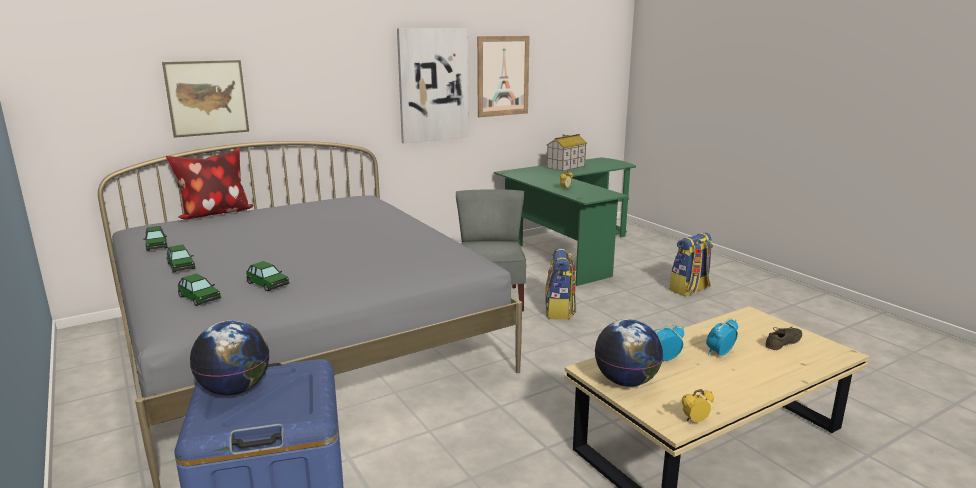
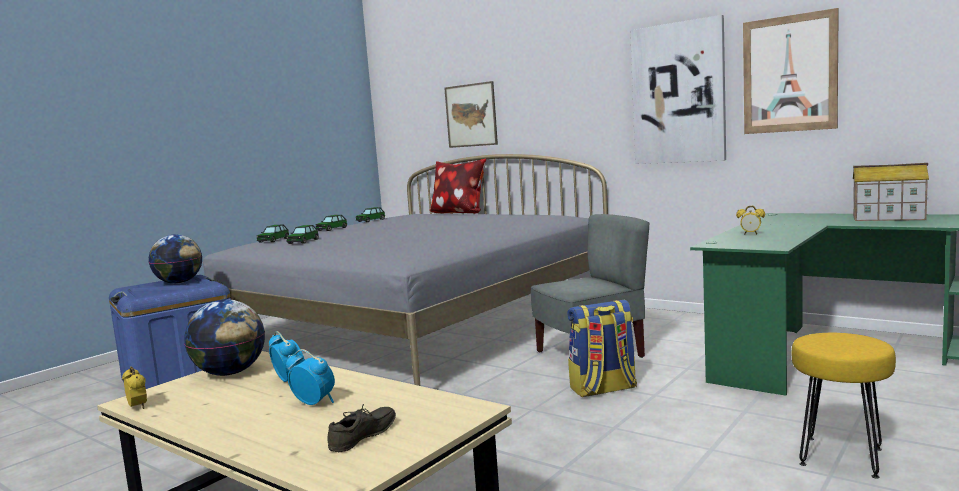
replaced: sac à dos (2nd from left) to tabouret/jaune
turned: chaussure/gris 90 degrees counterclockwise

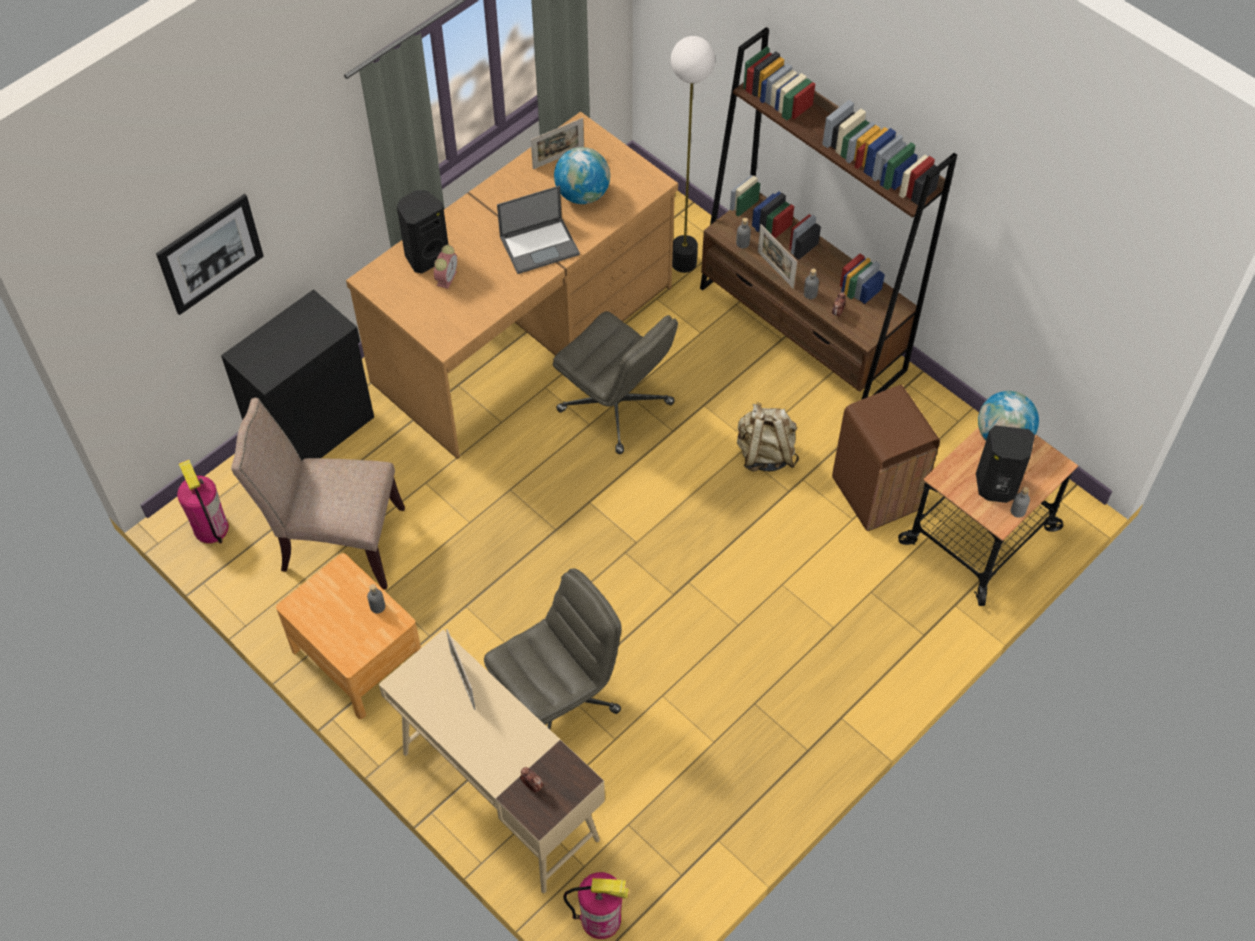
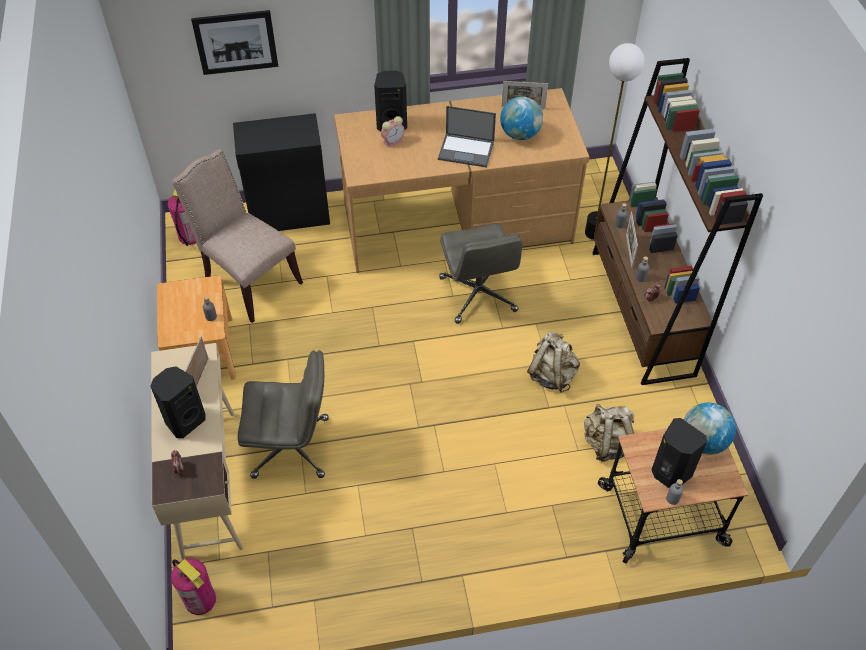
added: enceinte/noir (1st from left)
replaced: poubelle/marron to sac à dos/beige (2nd from left)

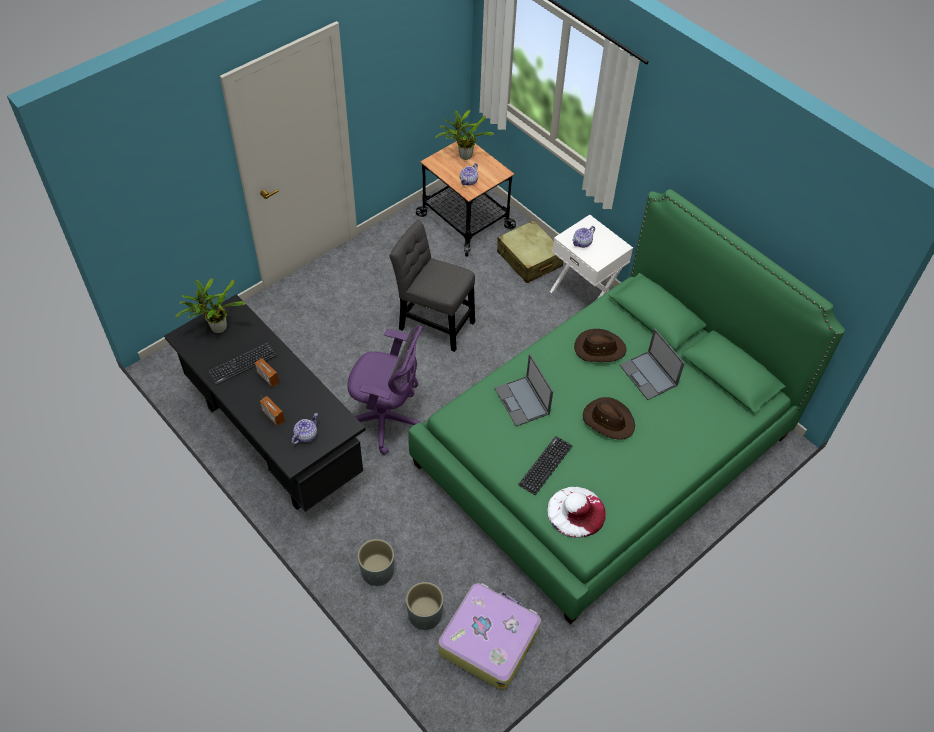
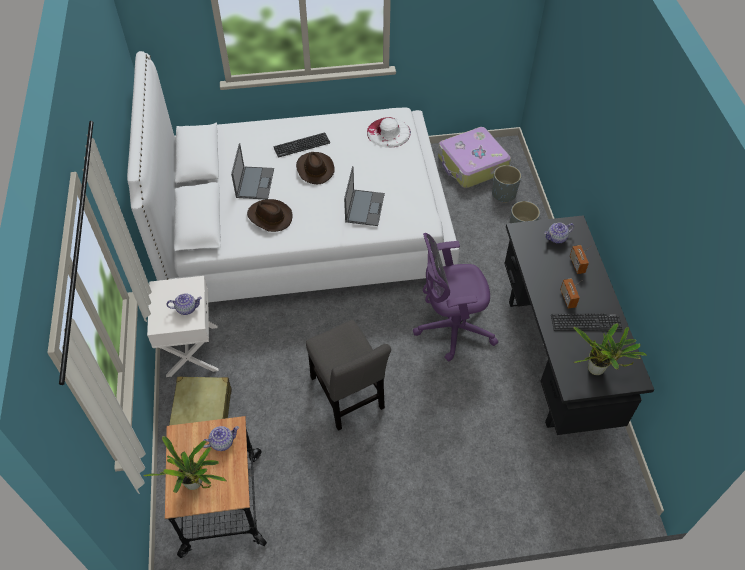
moved: clavier (2nd from left in the first image) to clavier (1st from left)
recoloured: lit/vert to lit/blanc
turned: chaise de bureau/violet 60 degrees counterclockwise

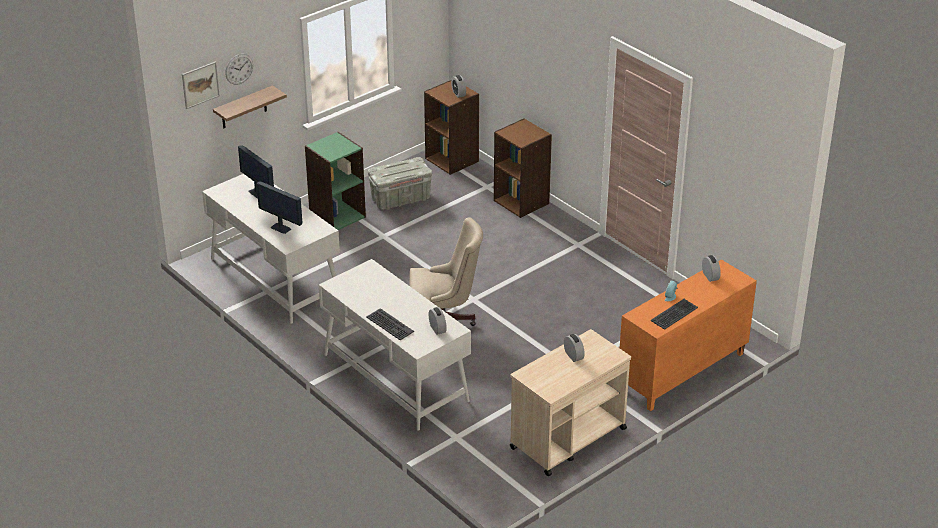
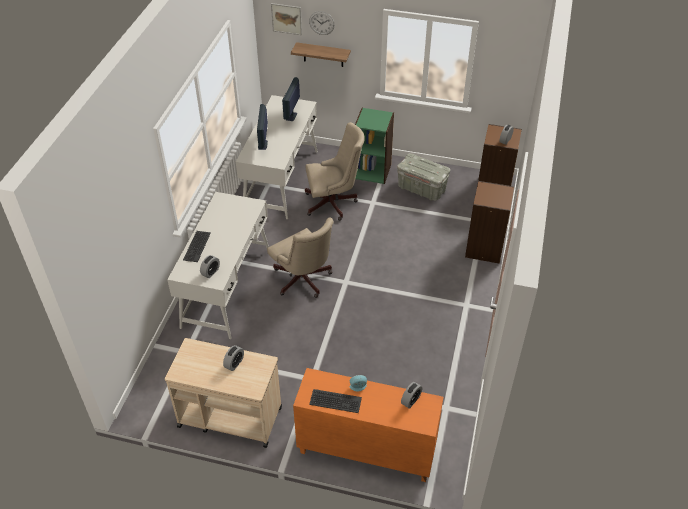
added: chaise de bureau/beige (2nd from left)

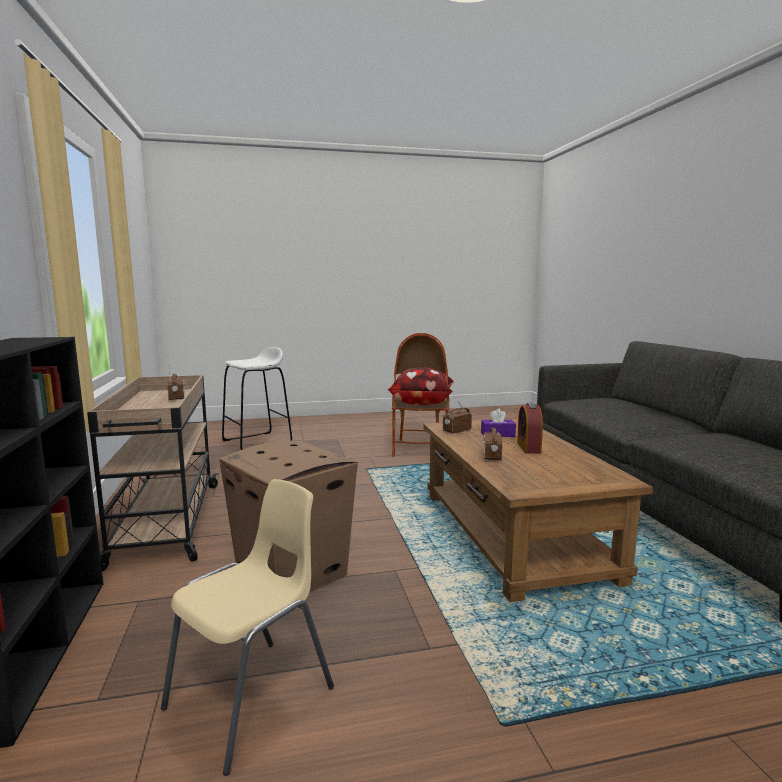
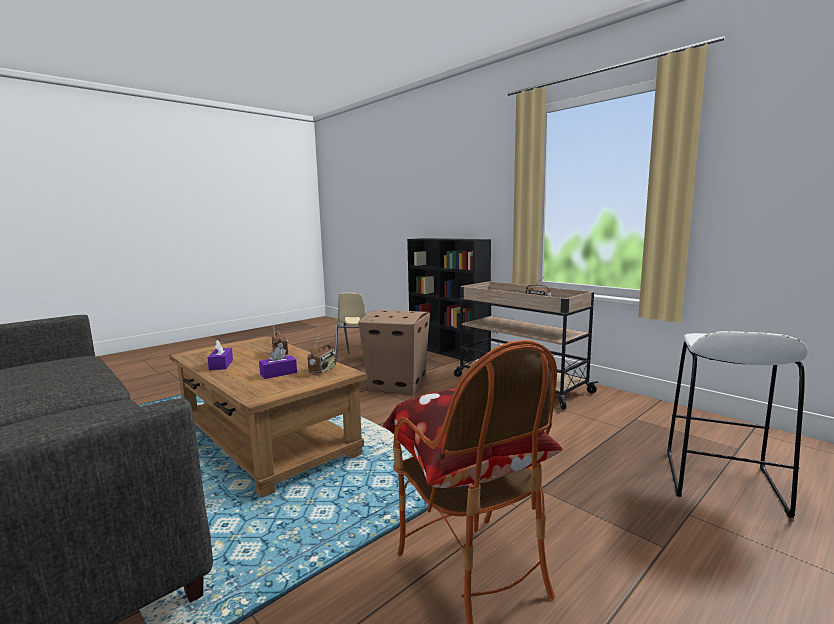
removed: réveil
added: boîte à mouchoirs/violet (1st from left)

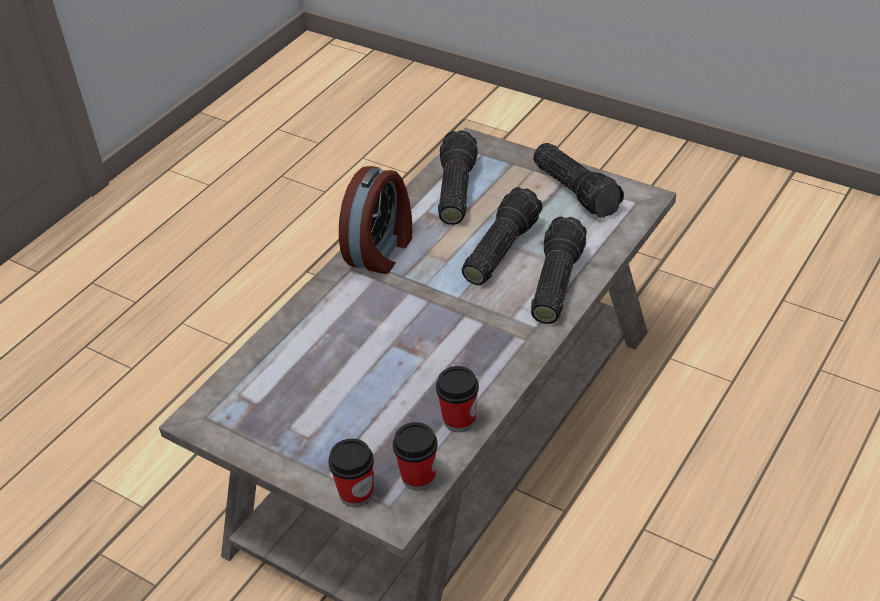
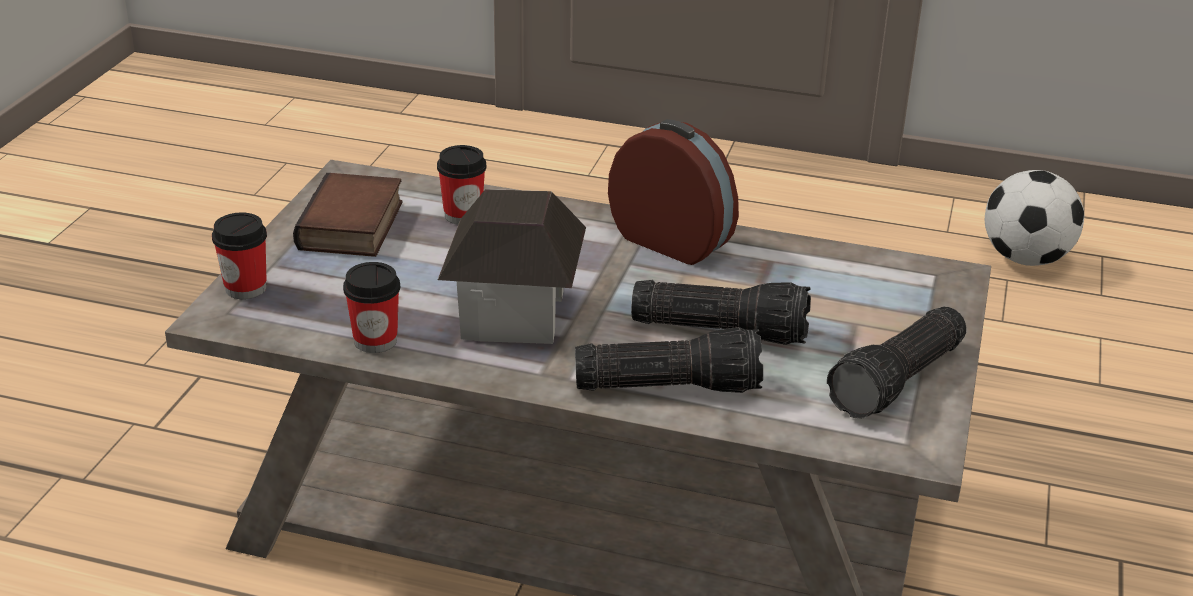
removed: lampe de poche (1st from left)
added: ballon de foot; livre; maison miniature
moved: tasse (2nd from left in the first image) to tasse (3rd from left)
turned: réveil 150 degrees counterclockwise

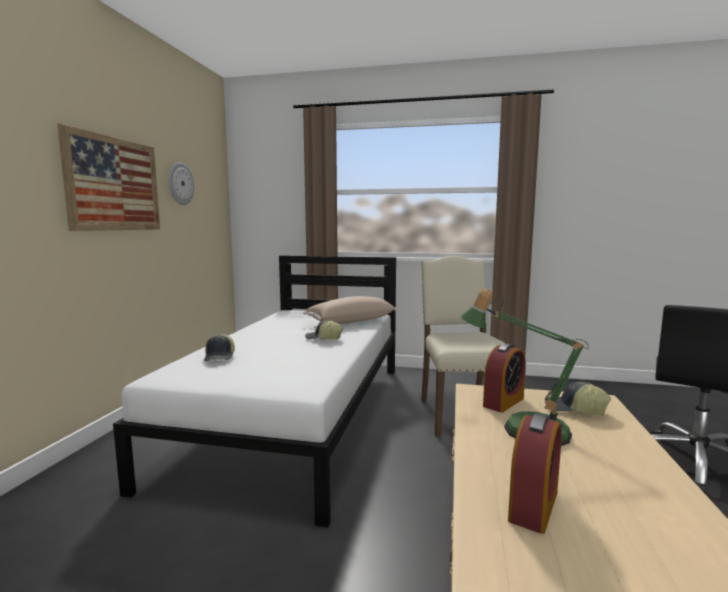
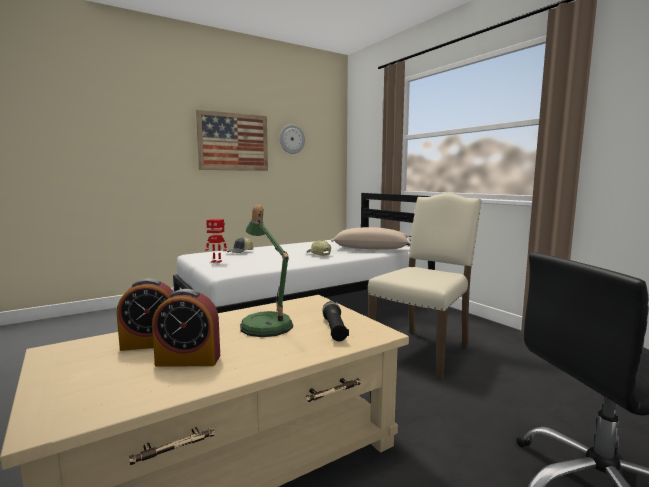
added: robot jouet
moved: réveil (1st from left in the first image) to réveil (2nd from left)
replaced: casquette (3rd from left) to lampe de poche/noir

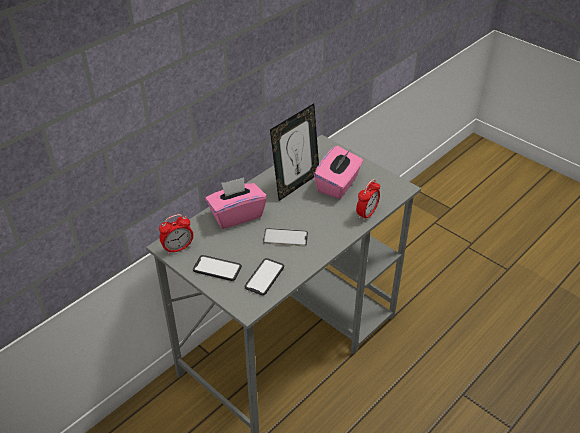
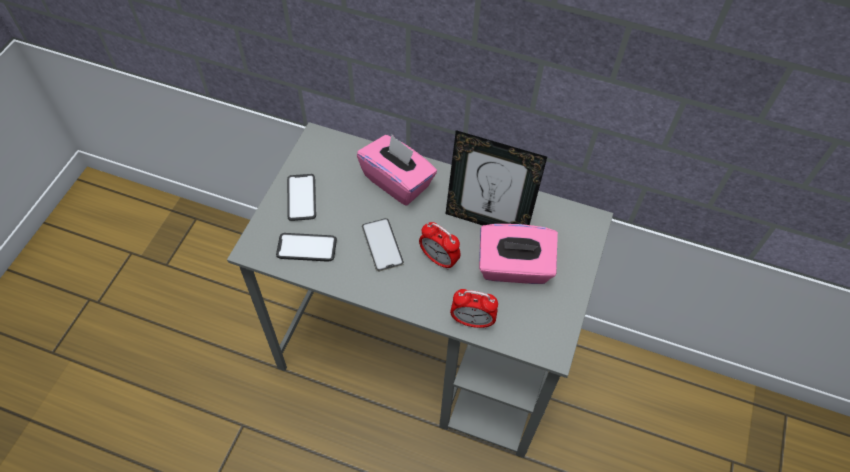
moved: réveil (1st from left)

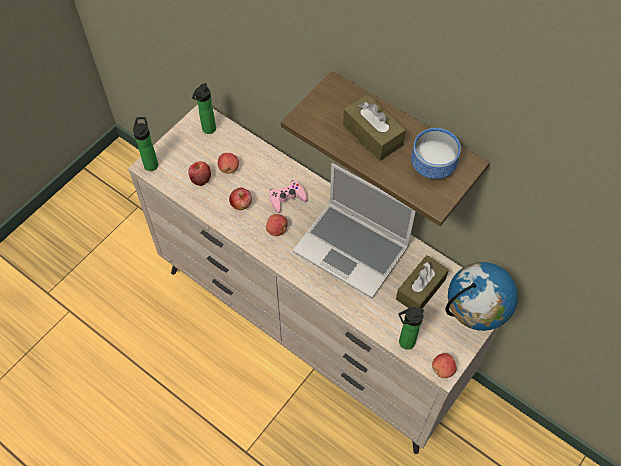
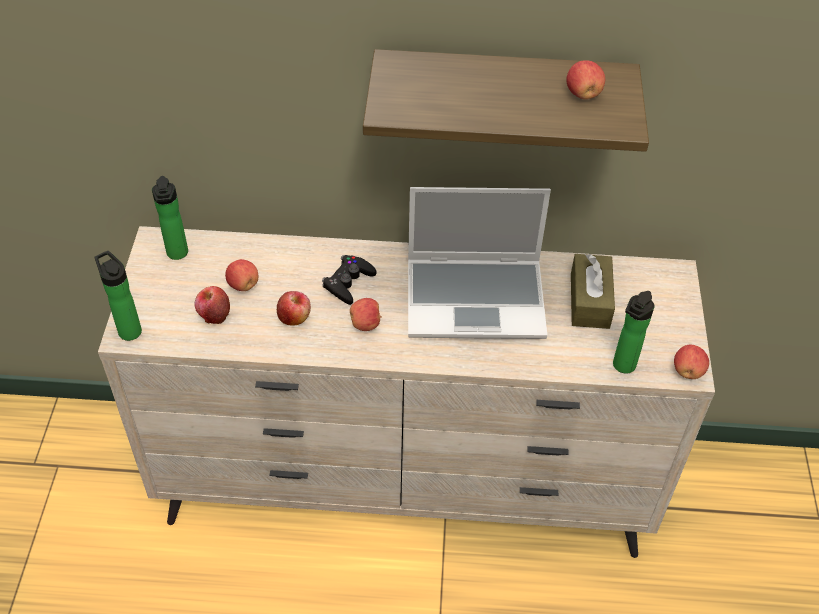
removed: boîte à mouchoirs/marron (1st from left); globe
replaced: bol to pomme (5th from left)
recoloured: manette/rose to manette/noir

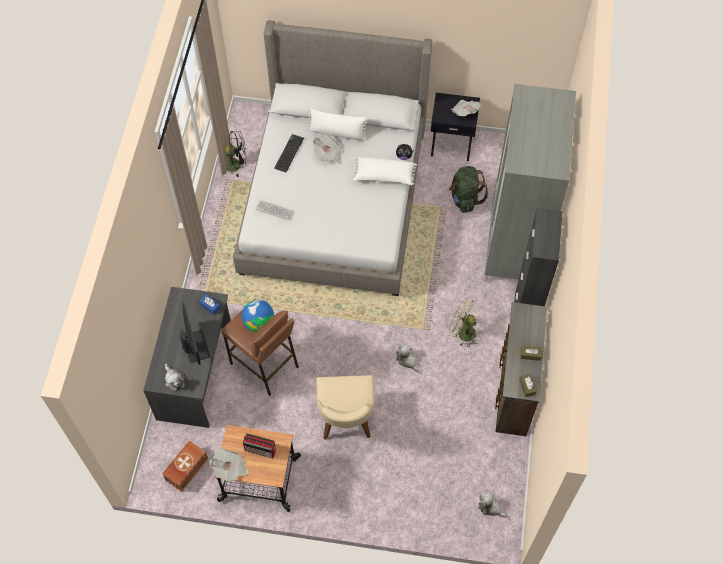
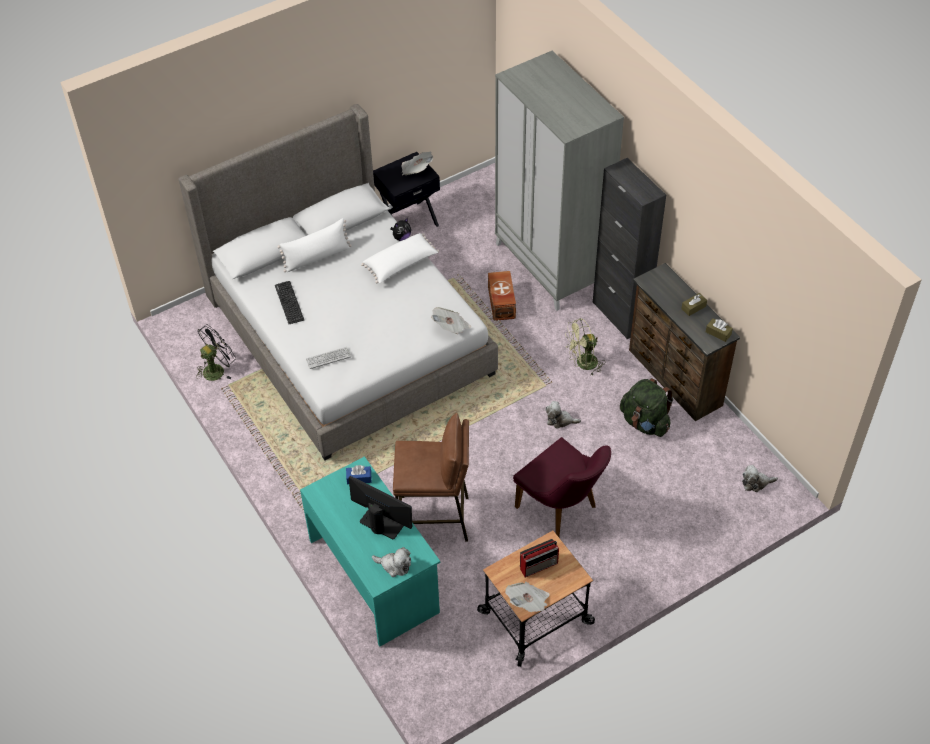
removed: globe
moved: journal (2nd from left); sac à dos/vert; boîte de rangement/marron
recoloured: bureau/gris to bureau/turquoise; chaise/beige to chaise/violet

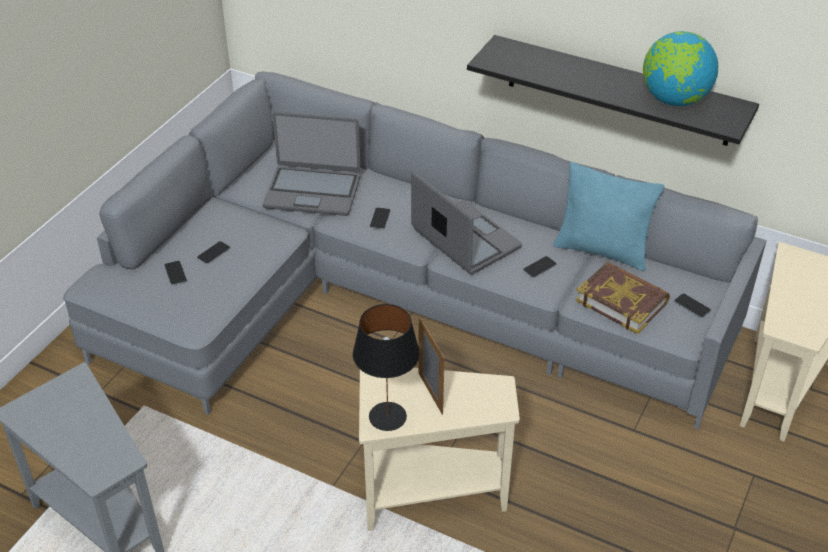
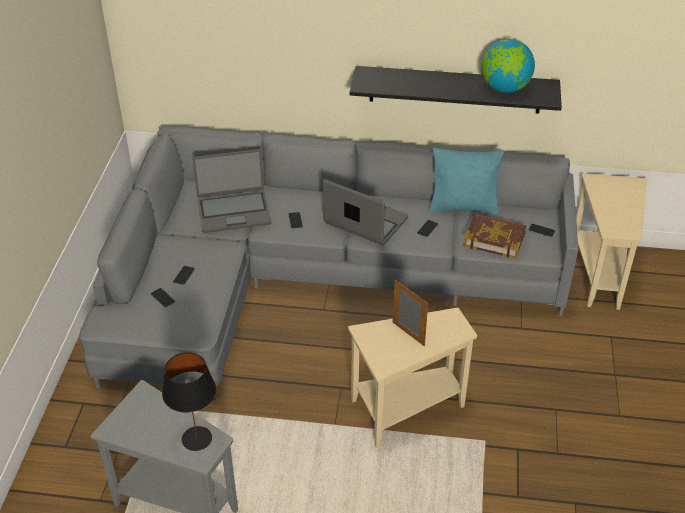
moved: lampe de table/noir

